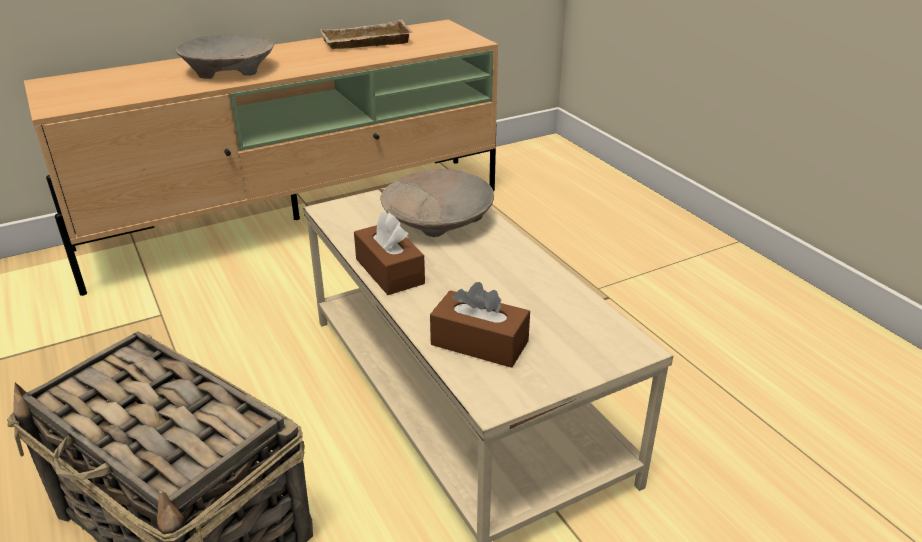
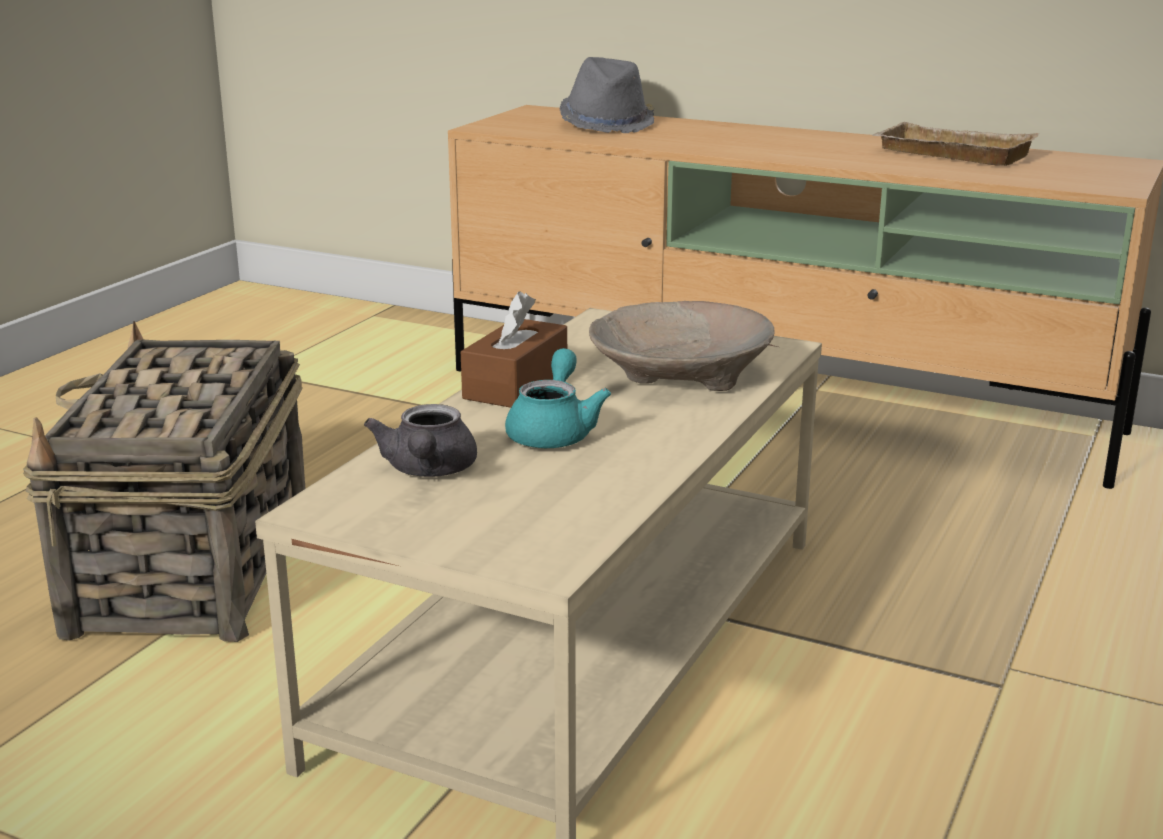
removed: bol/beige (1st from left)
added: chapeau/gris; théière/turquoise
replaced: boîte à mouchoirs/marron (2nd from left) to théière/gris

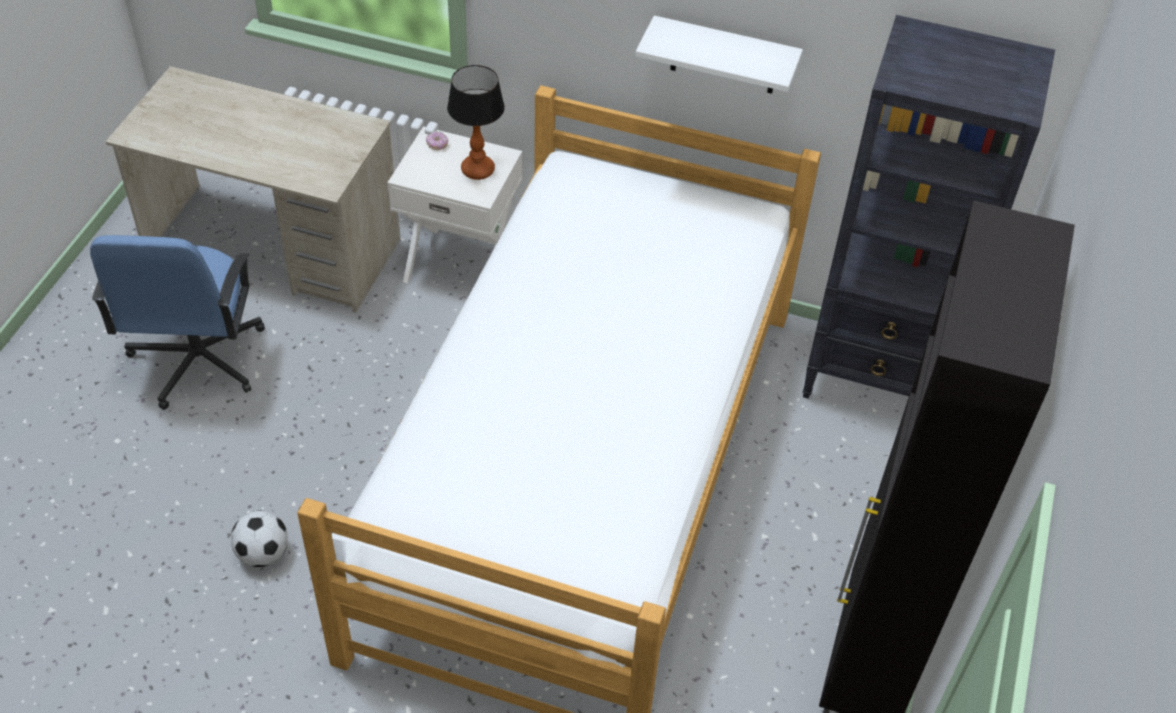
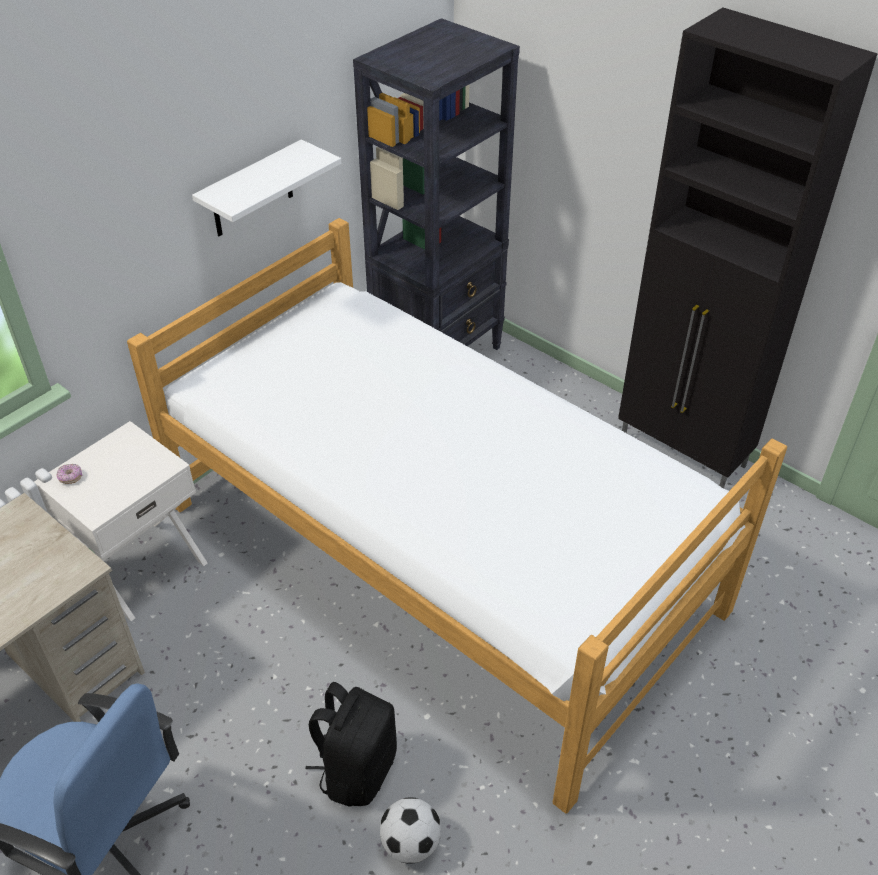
removed: lampe de table
added: sac à dos/noir

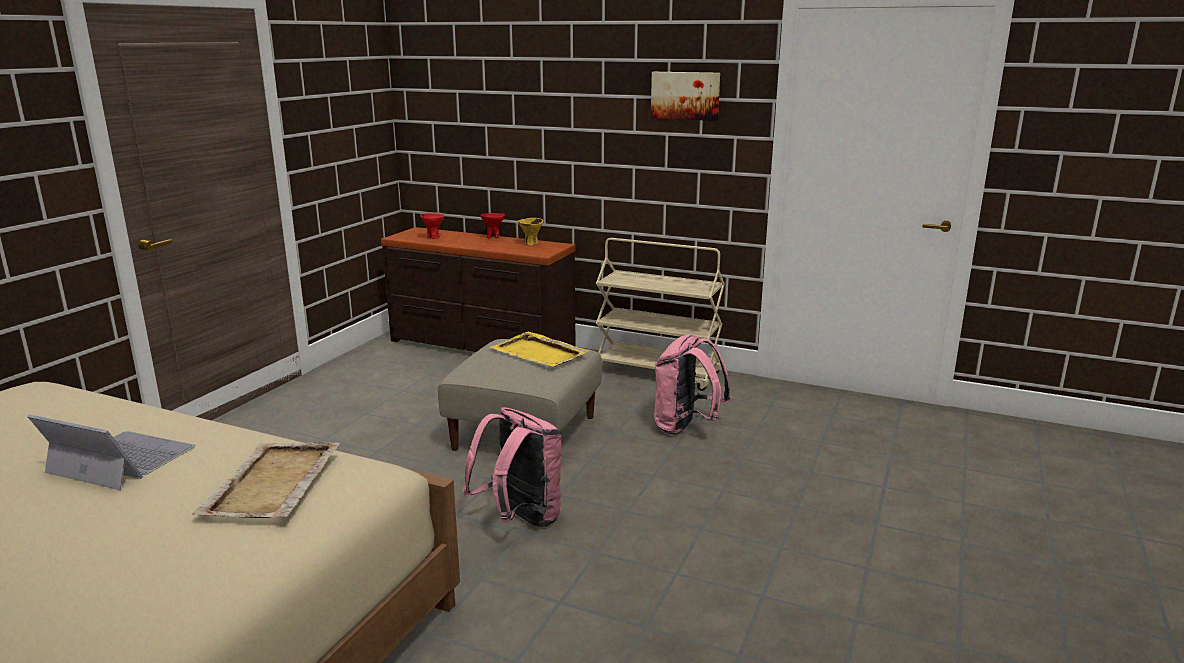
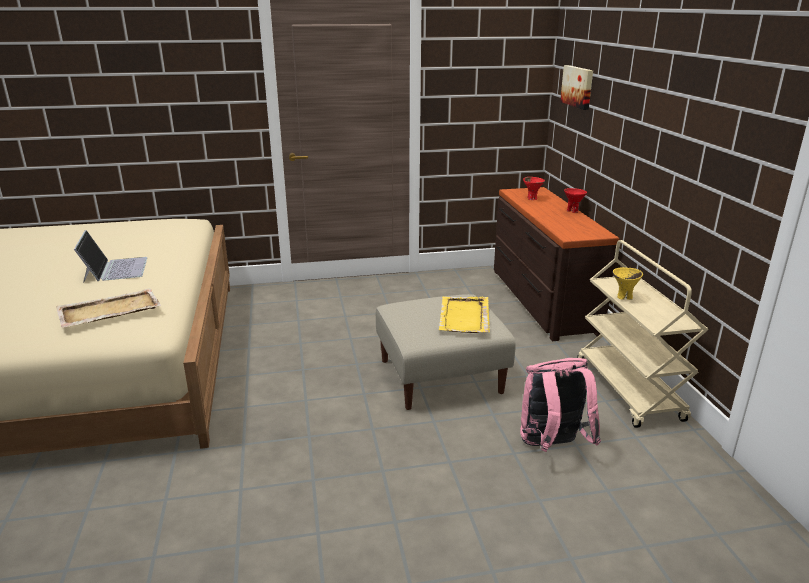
removed: sac à dos/rose (1st from left)
moved: tableau; bol/jaune

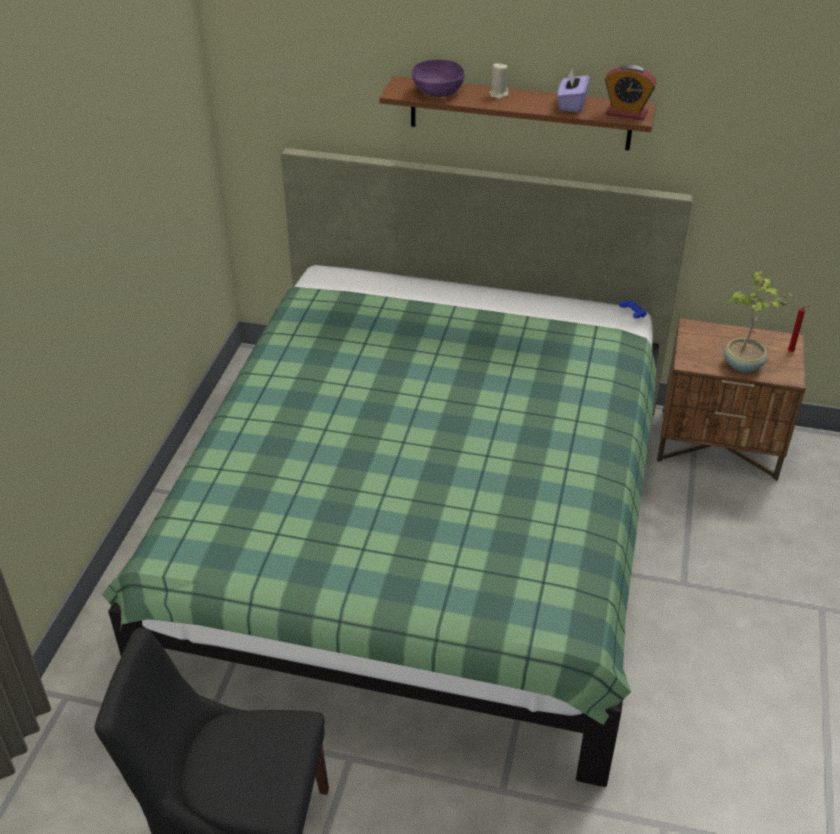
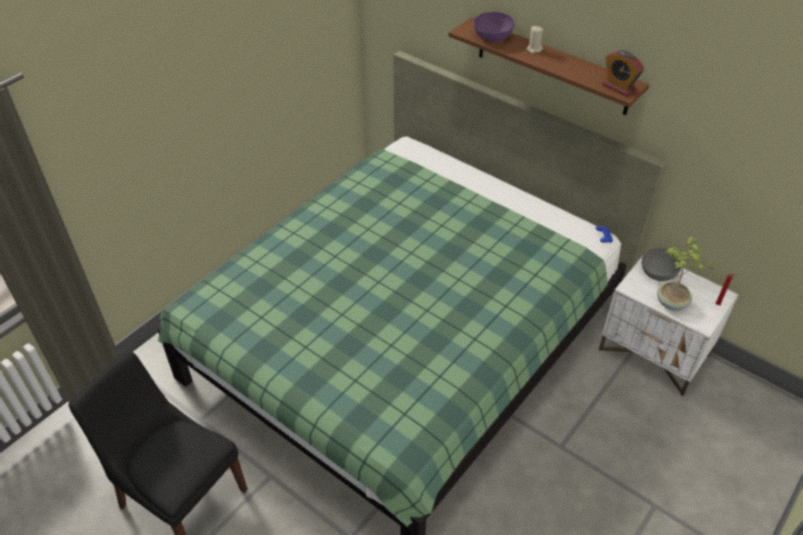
removed: boîte à mouchoirs/violet
added: bol/gris
recoloured: table de chevet/marron to table de chevet/blanc

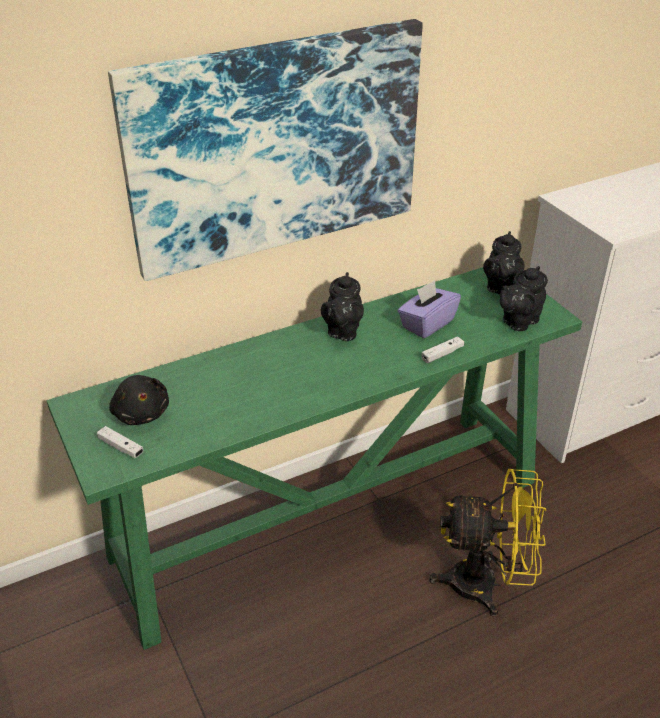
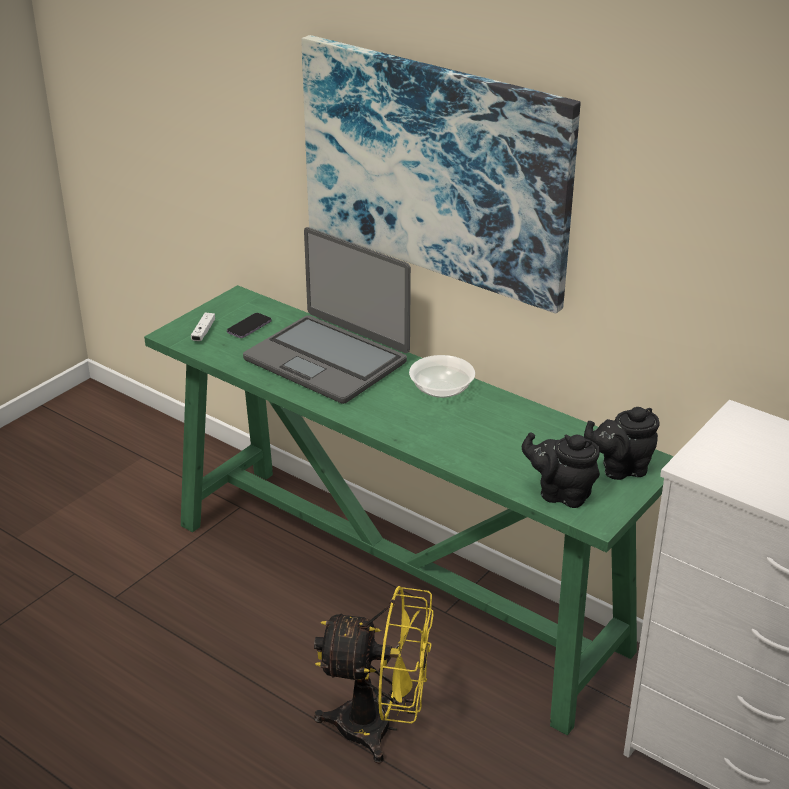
removed: boîte à mouchoirs/violet; manette/blanc (2nd from left)
added: ordinateur portable
replaced: théière/noir (1st from left) to bol; peluche/noir to téléphone
turned: ventilateur/jaune 60 degrees counterclockwise

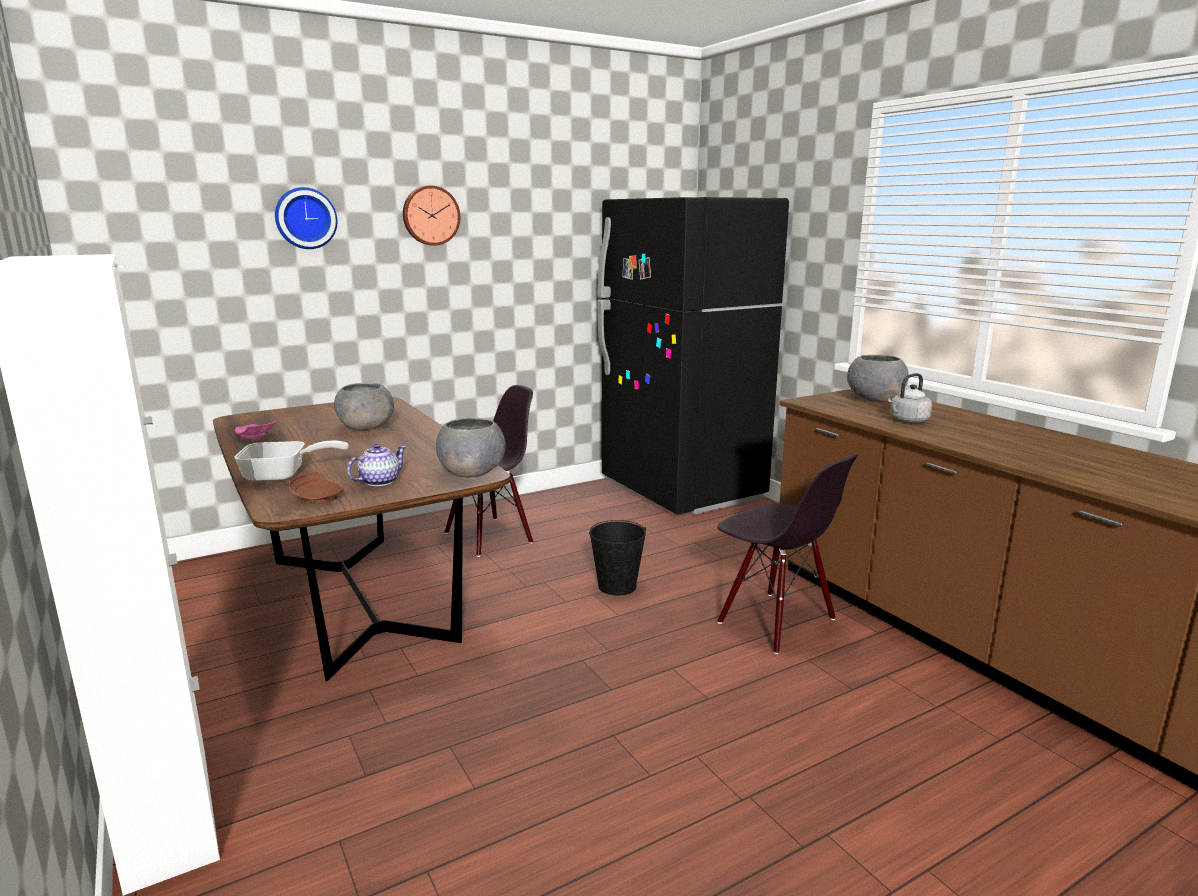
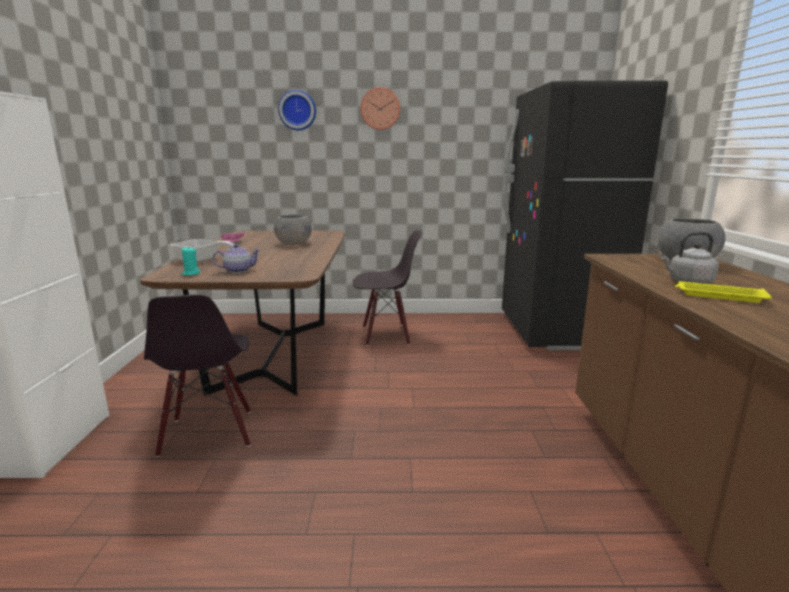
removed: bol/gris (2nd from left); seau/noir
added: plateau/jaune
moved: chaise/noir (2nd from left in the first image) to chaise/noir (1st from left)
replaced: assiette/marron to bougie/turquoise

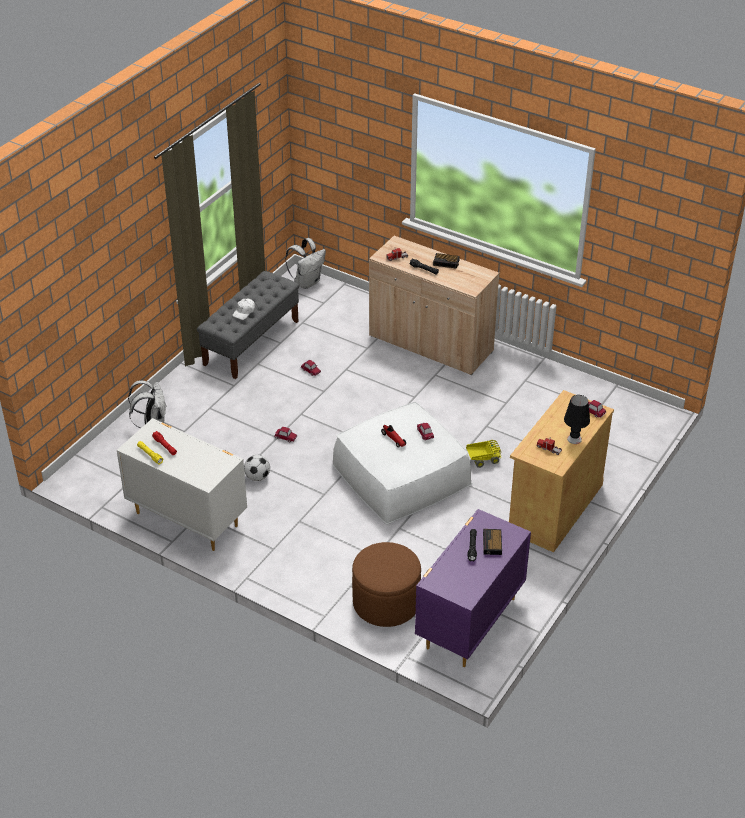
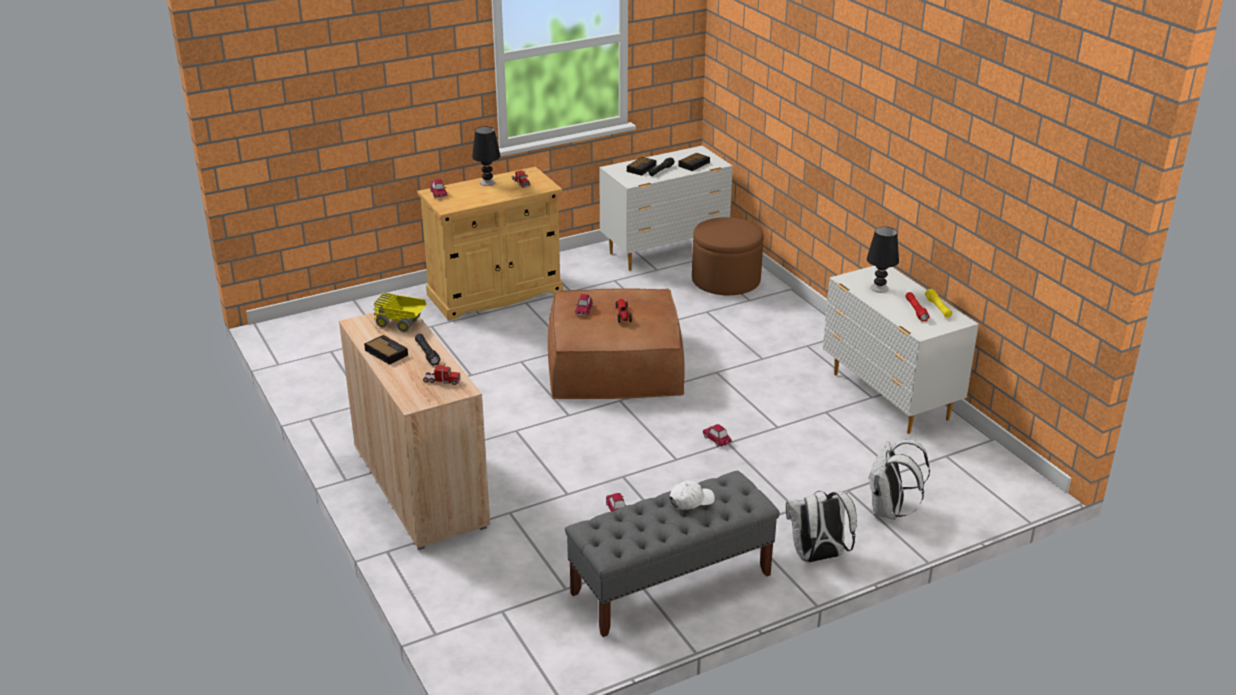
removed: ballon de foot
added: réveil (3rd from left); lampe de table/noir (2nd from left)
moved: sac à dos/blanc (2nd from left in the first image) to sac à dos/blanc (1st from left); camion jouet (2nd from left in the first image) to camion jouet (1st from left)
recoloured: pouf/blanc to pouf/marron (1st from left); commode/violet to commode/blanc (1st from left)

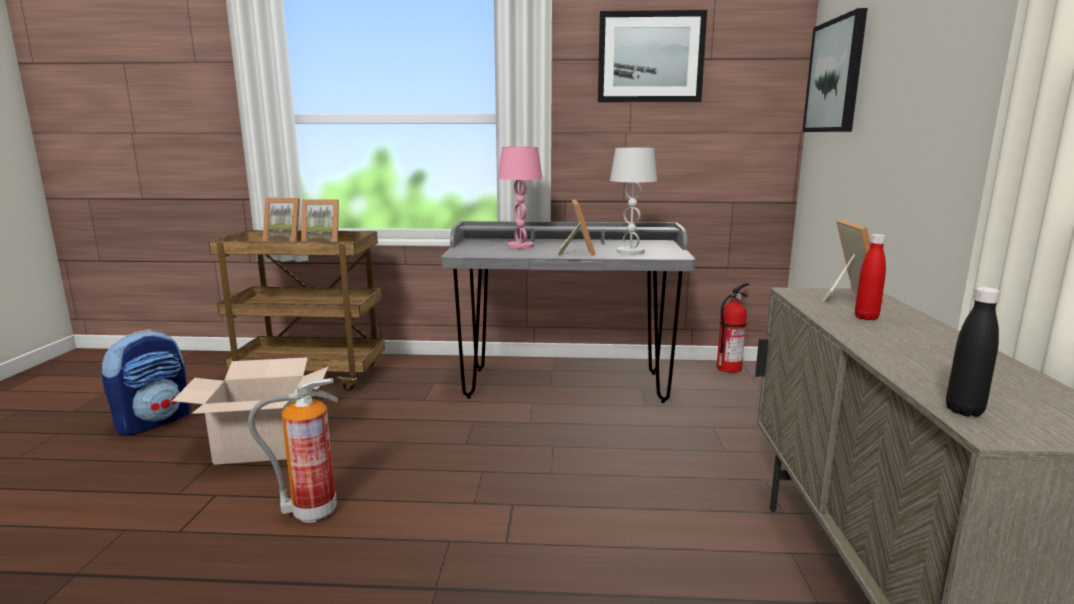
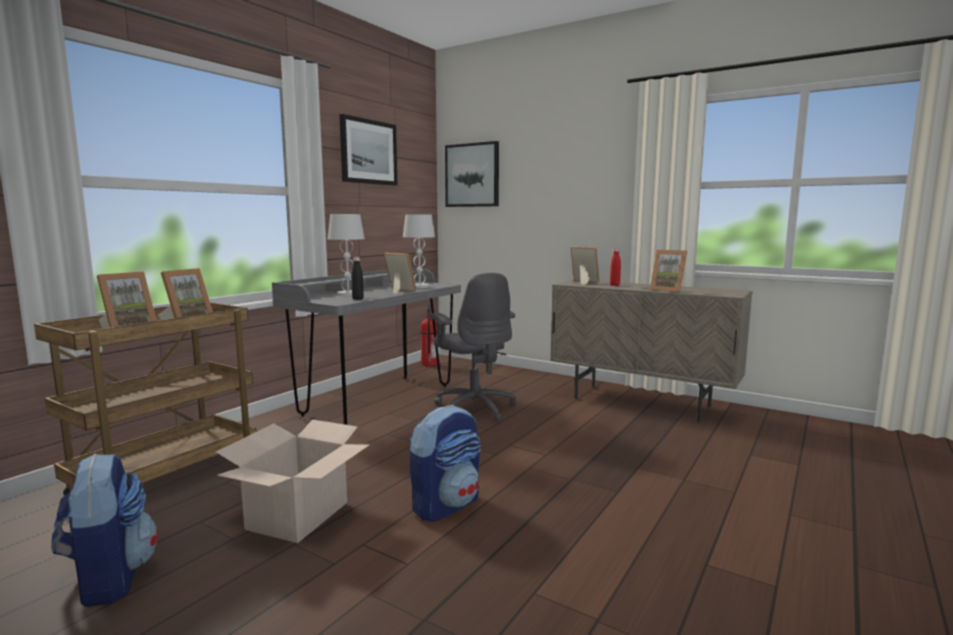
added: cadre photo (5th from left); chaise de bureau/gris
moved: bouteille/noir
replaced: extincteur (1st from left) to sac à dos (2nd from left)
recoloured: lampe de table/rose to lampe de table/blanc (1st from left)

